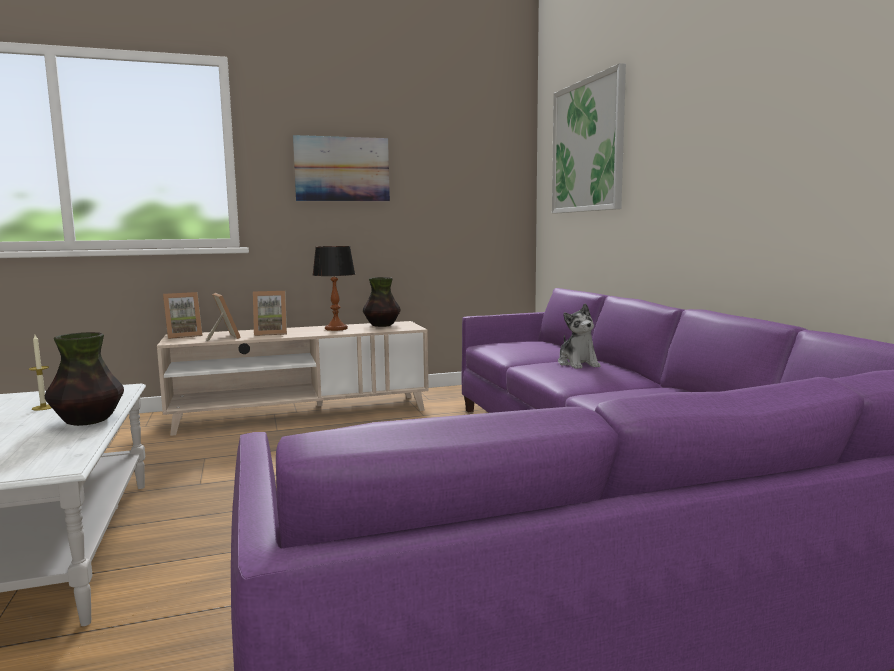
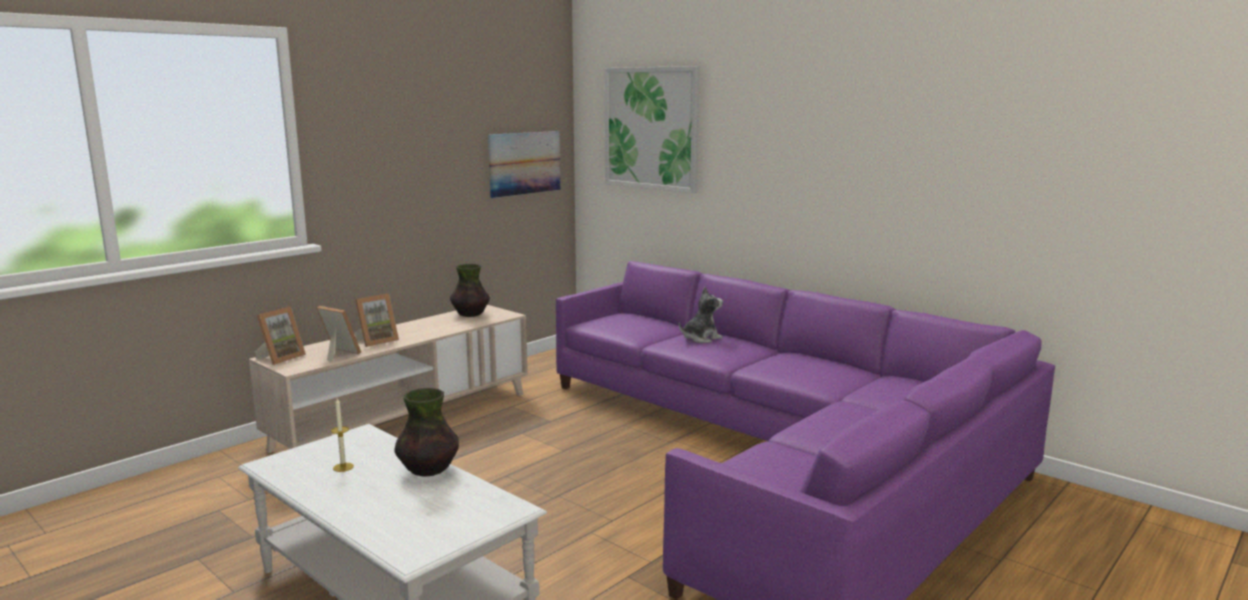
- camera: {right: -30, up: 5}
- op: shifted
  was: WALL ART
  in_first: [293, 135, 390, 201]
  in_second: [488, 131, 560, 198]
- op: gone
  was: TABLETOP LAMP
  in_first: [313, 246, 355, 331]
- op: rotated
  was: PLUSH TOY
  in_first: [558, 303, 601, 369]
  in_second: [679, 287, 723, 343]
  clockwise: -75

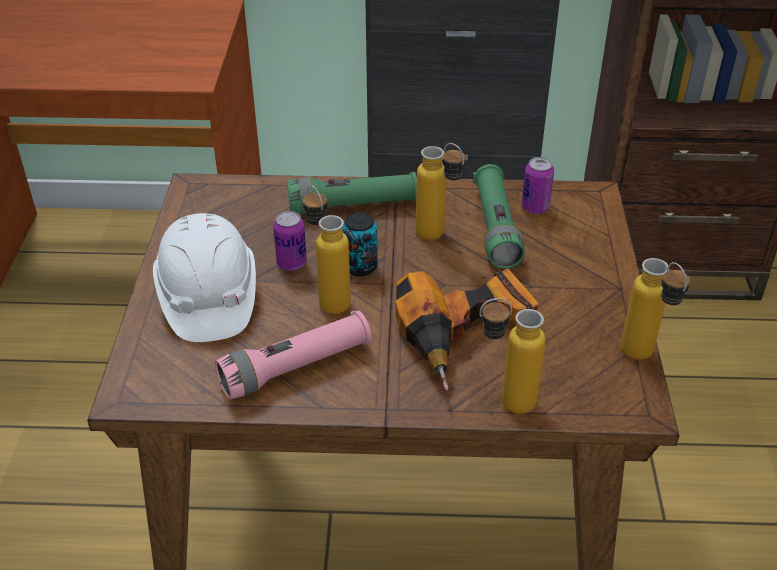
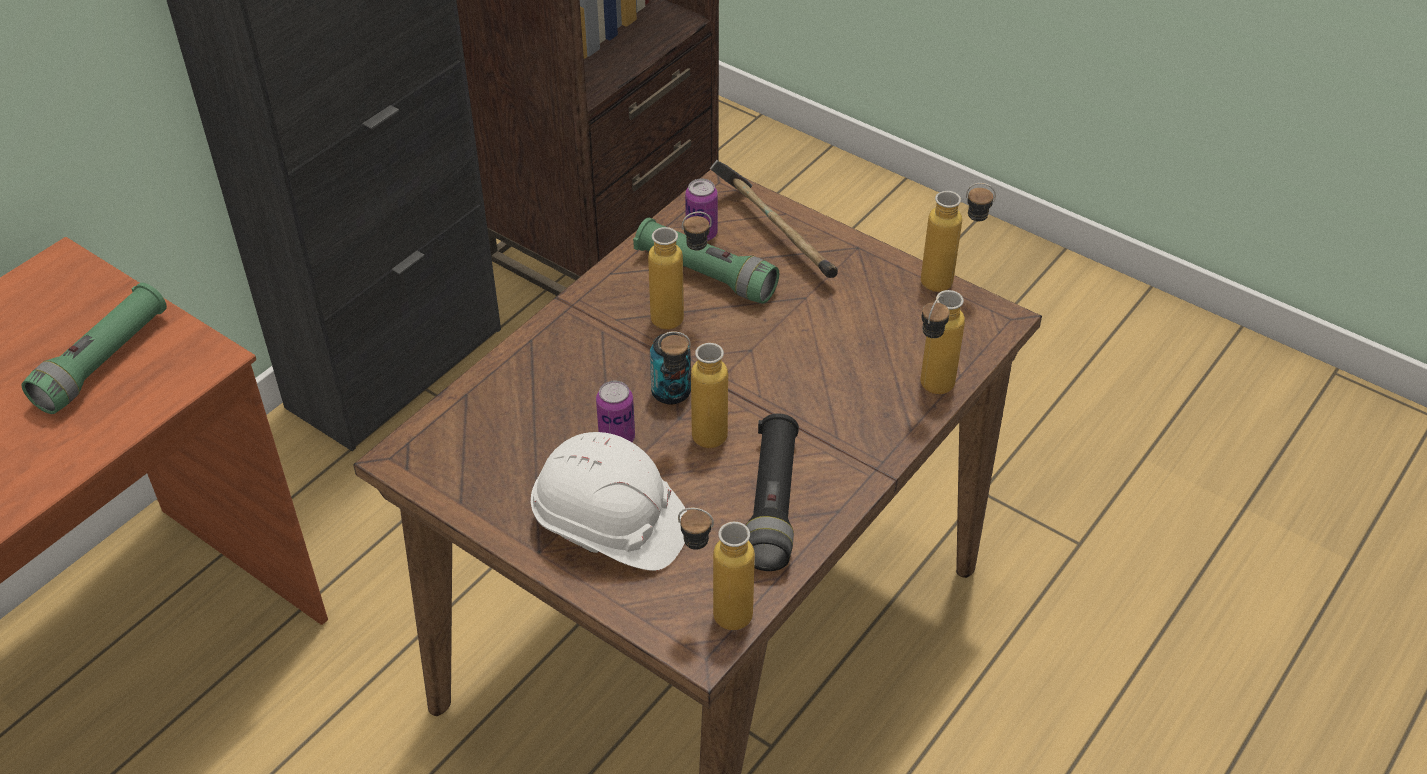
- camera: {right: -55, up: 5}
- op: shifted
  was: GREEN TORCH
  in_first: [287, 172, 417, 214]
  in_second: [21, 283, 167, 414]
- op: gone
  was: DRILL
  in_first: [395, 268, 539, 391]
- op: repainted
  was: PINK TORCH
  now: BLACKISH TORCH
  in_first: [215, 311, 372, 399]
  in_second: [746, 413, 799, 571]
- op: new
  now: HAMMER
  in_second: [710, 160, 838, 278]
- op: new
  now: BOTTLE
  in_second: [678, 508, 755, 630]

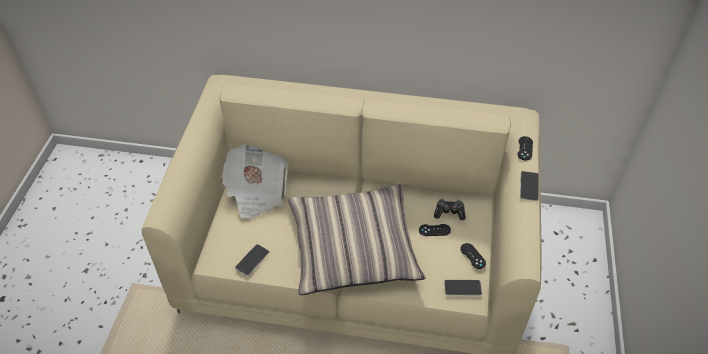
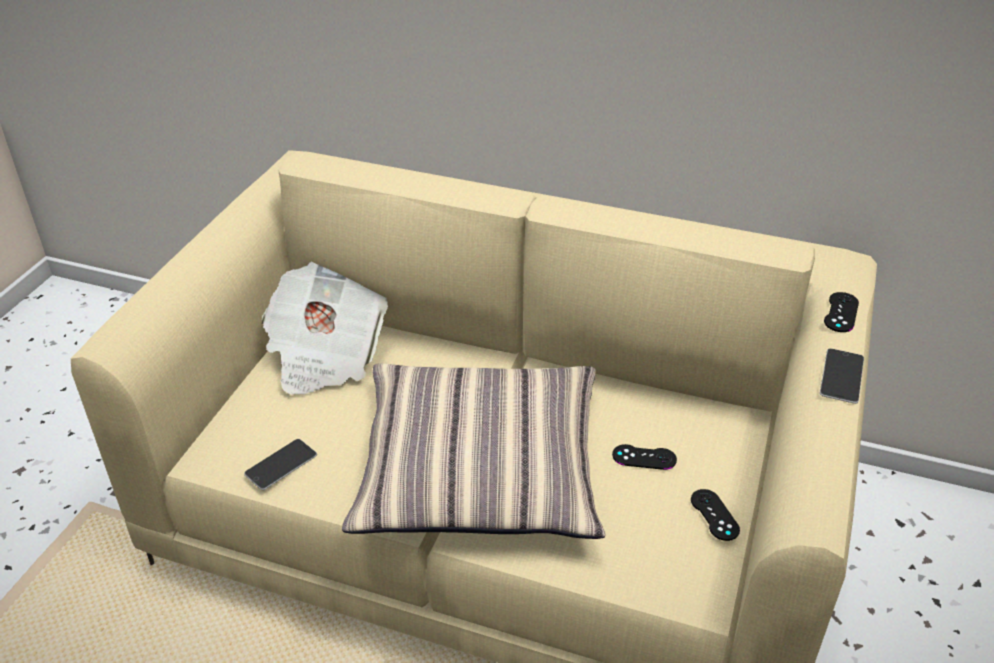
- camera: {right: 10, up: -10}
- op: gone
  was: JOYPAD
  in_first: [434, 199, 466, 220]
- op: gone
  was: HANDSET
  in_first: [444, 280, 482, 295]

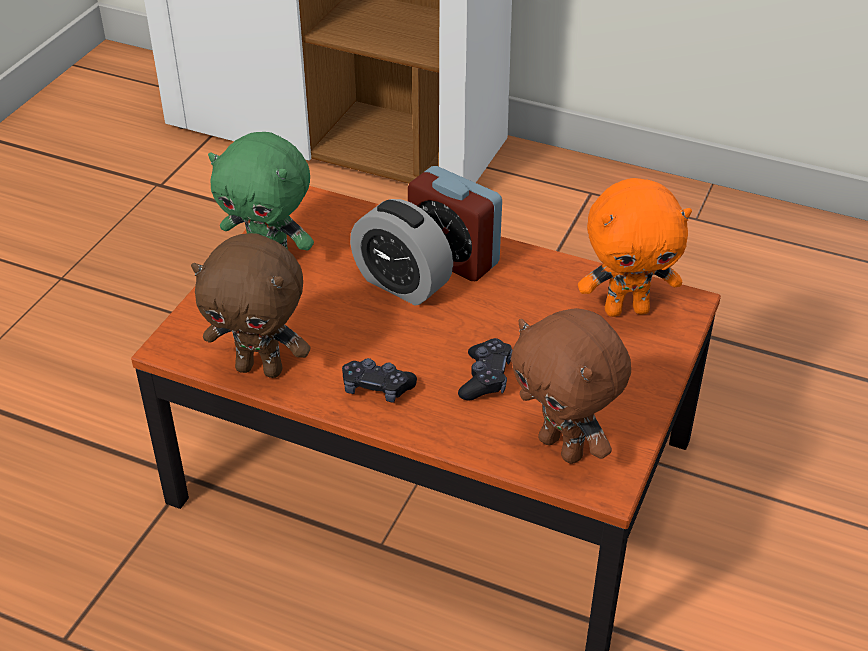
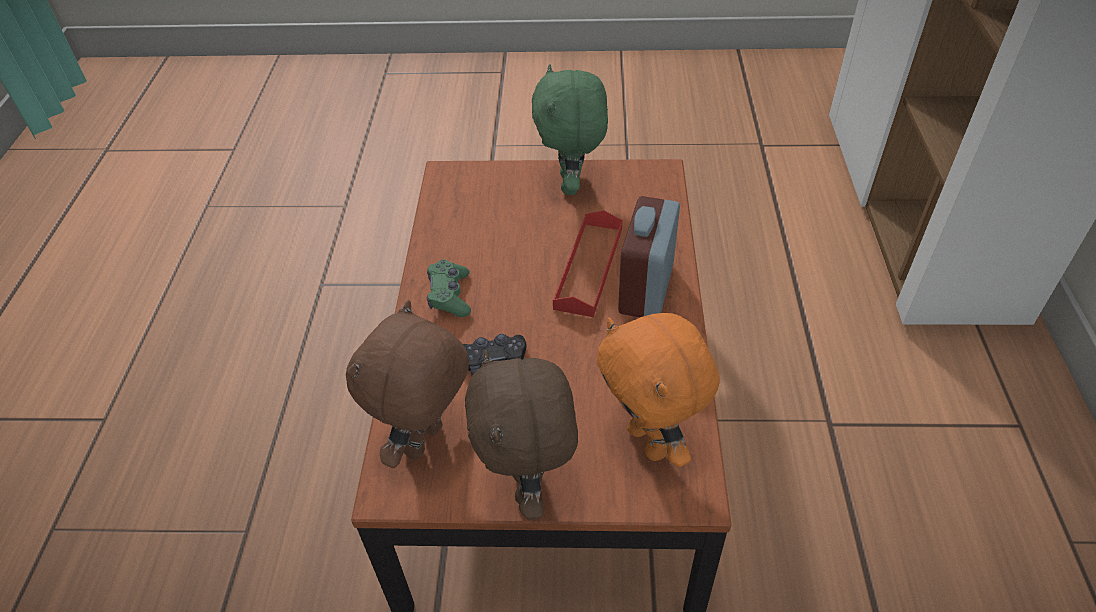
- camera: {right: 70, up: 5}
- op: swapped
  was: TABLE CLOCK
  now: REDDISH CARRYING TRAY
  in_first: [350, 199, 453, 306]
  in_second: [553, 210, 622, 317]
- op: shifted
  was: BROWN-COLOURED PLUSH TOY
  in_first: [191, 233, 311, 378]
  in_second: [465, 350, 578, 520]
- op: repainted
  was: BLACKISH JOYPAD
  now: GREEN JOYPAD
  in_first: [342, 358, 417, 403]
  in_second: [427, 259, 471, 317]

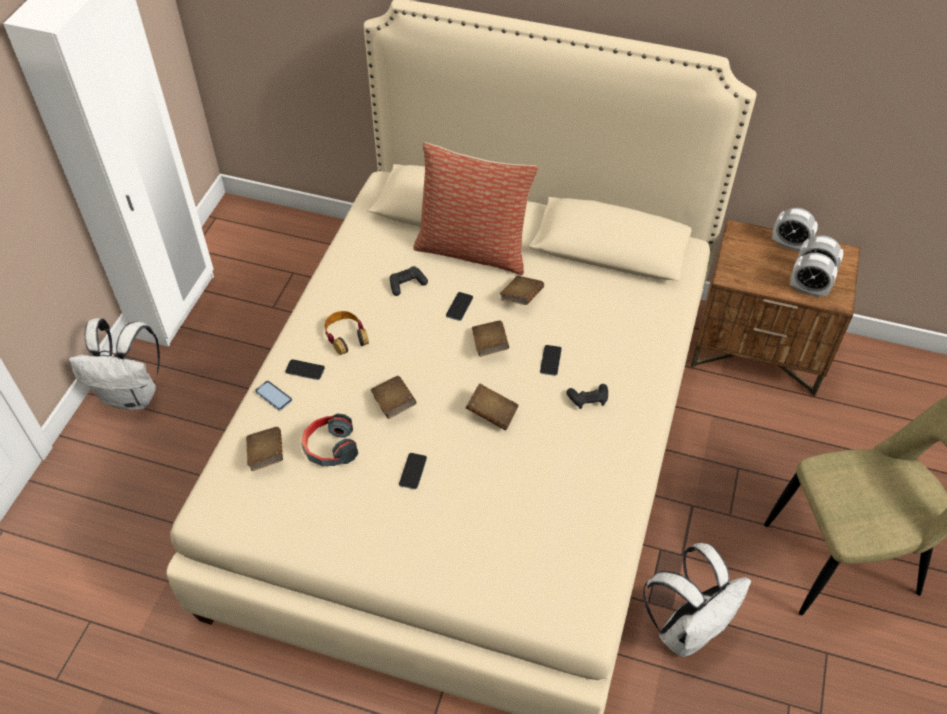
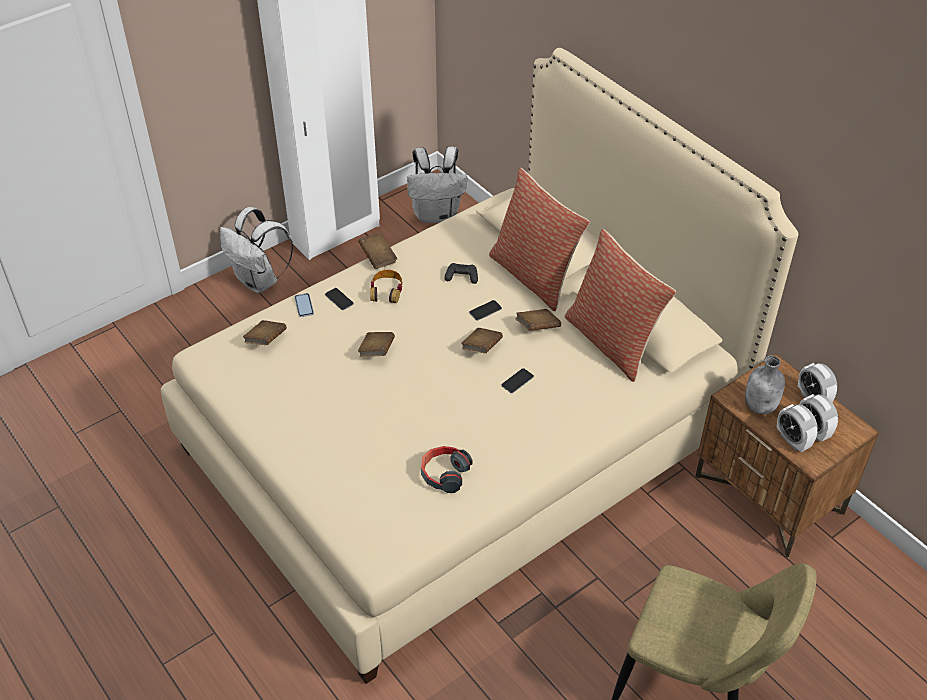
- camera: {right: 35, up: -5}
- op: shifted
  was: BROWN-COLOURED VOLUME
  in_first: [466, 383, 519, 430]
  in_second: [358, 232, 397, 269]
- op: gone
  was: BLACKISH JOYPAD
  in_first: [566, 384, 608, 409]
- op: shifted
  was: HEADPHONES
  in_first: [301, 413, 358, 466]
  in_second: [421, 446, 473, 493]
- op: gone
  was: HANDSET
  in_first: [399, 453, 427, 489]
- op: shifted
  was: WHITE-COLOURED RUCKSACK
  in_first: [643, 543, 751, 657]
  in_second: [407, 147, 467, 223]
- op: new
  now: CUSHION
  in_second: [565, 229, 676, 382]
- op: new
  now: GREY BOTTLE
  in_second: [745, 355, 785, 414]

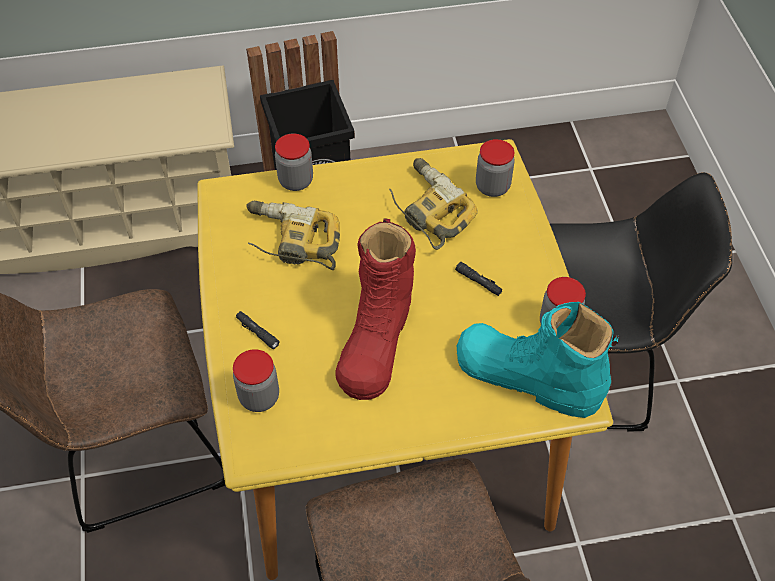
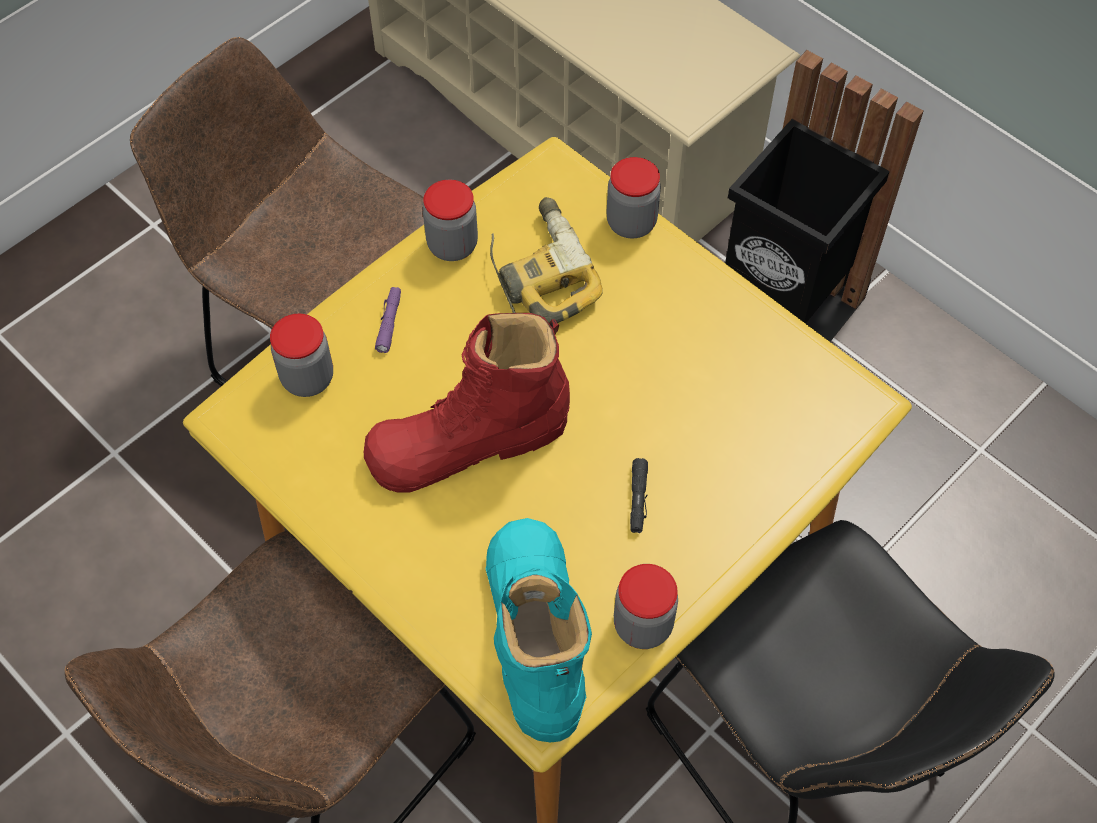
- camera: {right: 55, up: 5}
- op: shifted
  was: PRESERVE JAR
  in_first: [476, 139, 515, 197]
  in_second: [423, 180, 478, 261]
- op: gone
  was: DRILL
  in_first: [389, 158, 478, 250]
- op: repainted
  was: BLACKISH TORCH
  now: PURPLISH TORCH
  in_first: [236, 311, 280, 349]
  in_second: [375, 287, 401, 353]

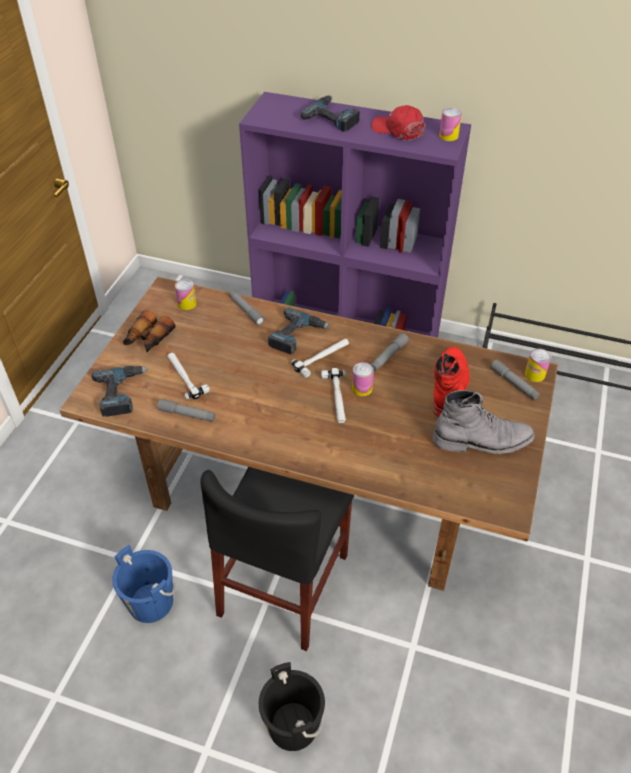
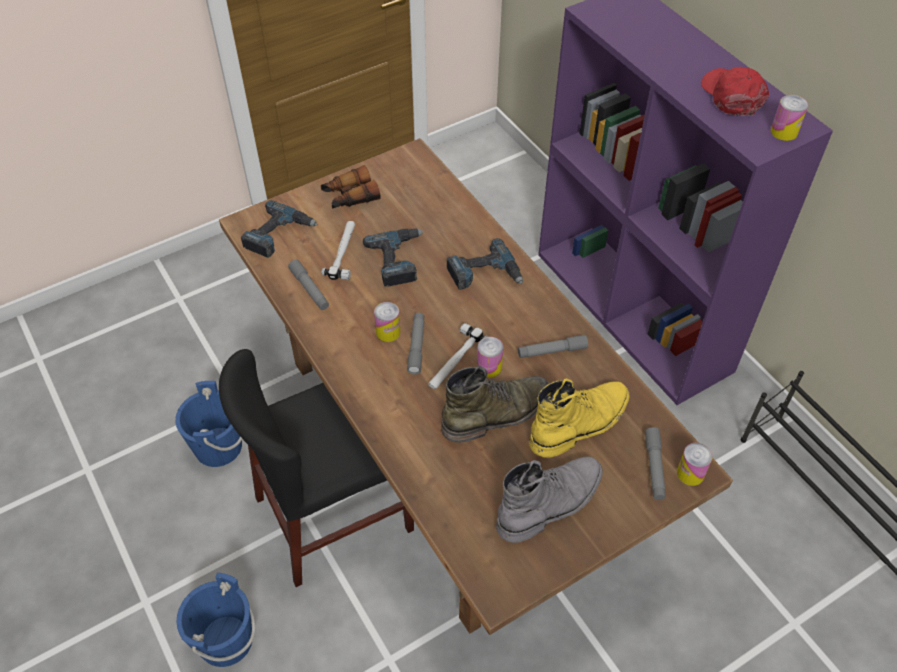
- camera: {right: 40, up: 5}
- op: shifted
  was: DRILL
  in_first: [300, 95, 360, 132]
  in_second: [363, 229, 424, 287]
- op: shifted
  was: METAL CAN
  in_first: [175, 279, 197, 310]
  in_second: [374, 302, 401, 342]
- op: shifted
  was: GREY TORCH
  in_first: [229, 291, 265, 326]
  in_second: [407, 313, 424, 375]
- op: gone
  was: HAMMER
  in_first: [291, 339, 349, 378]
- op: repainted
  was: REDDISH TALL BOOT
  now: YELLOWISH TALL BOOT
  in_first: [433, 347, 470, 417]
  in_second: [529, 378, 630, 458]
- op: rotated
  was: GREY TALL BOOT
  in_first: [433, 390, 535, 454]
  in_second: [496, 457, 603, 543]
  clockwise: -75
- op: repainted
  was: BLACKISH WATER BUCKET
  now: BLUISH WATER BUCKET
  in_first: [259, 662, 325, 751]
  in_second: [177, 573, 256, 667]
- op: new
  now: GREEN TALL BOOT
  in_second: [441, 366, 549, 443]

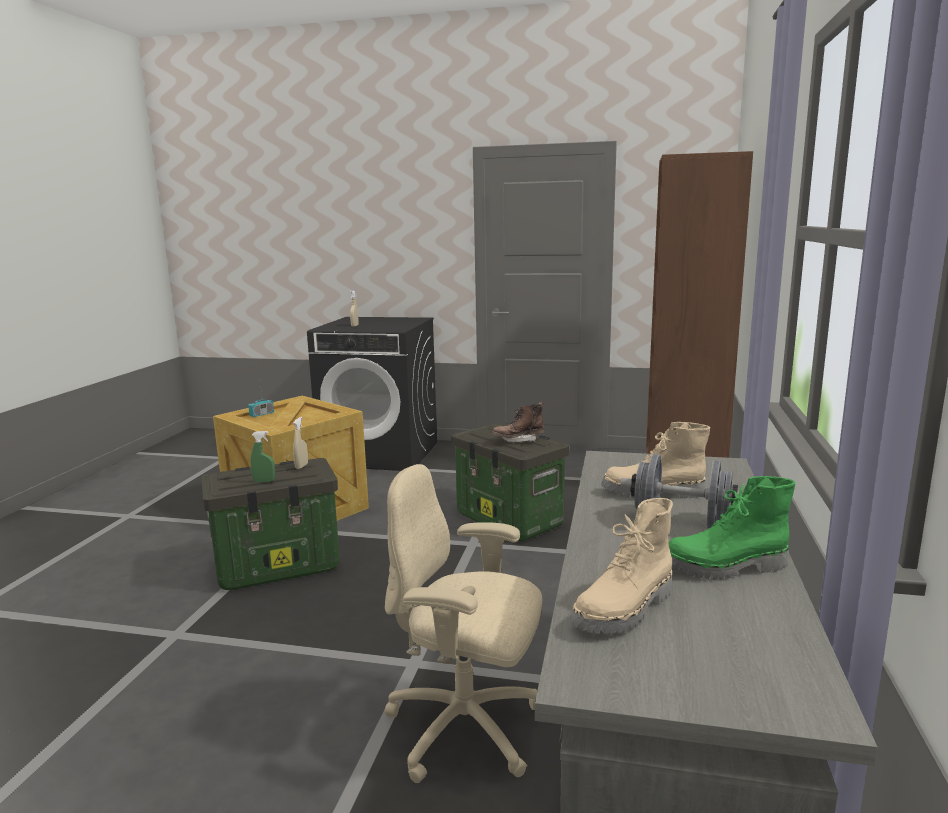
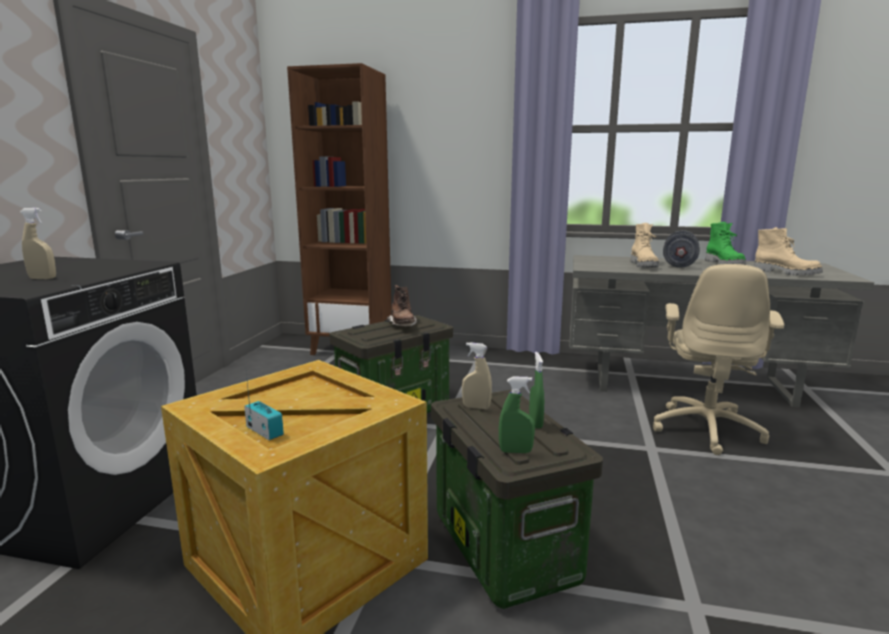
- camera: {right: -90, up: 0}
- op: new
  now: GREEN HAND SPRAYER
  in_second: [499, 377, 535, 453]

